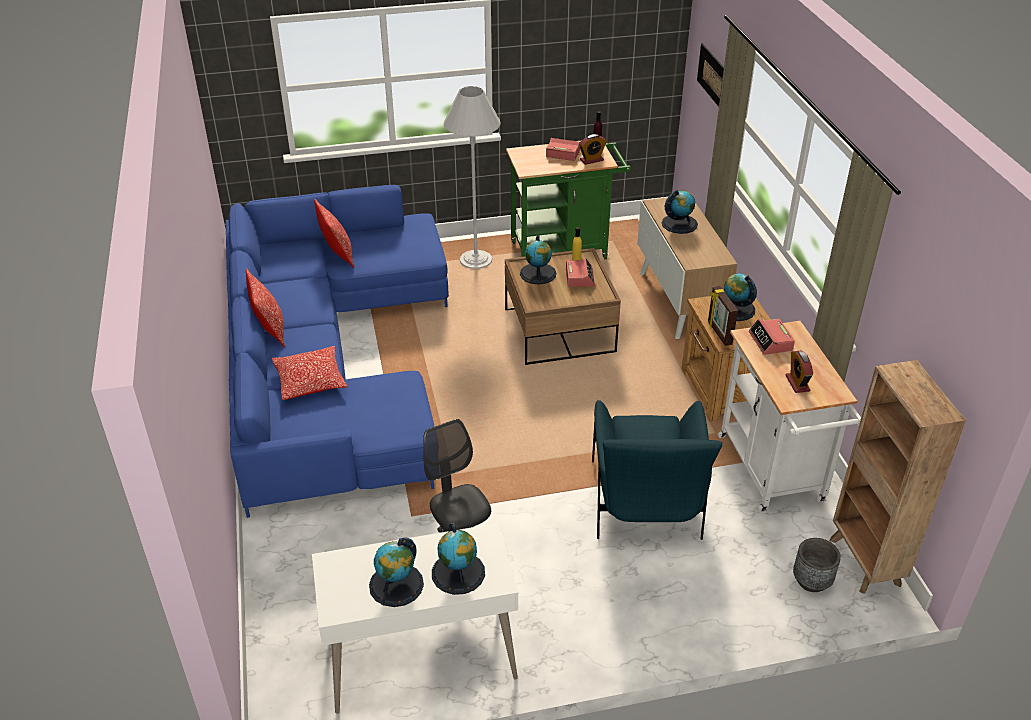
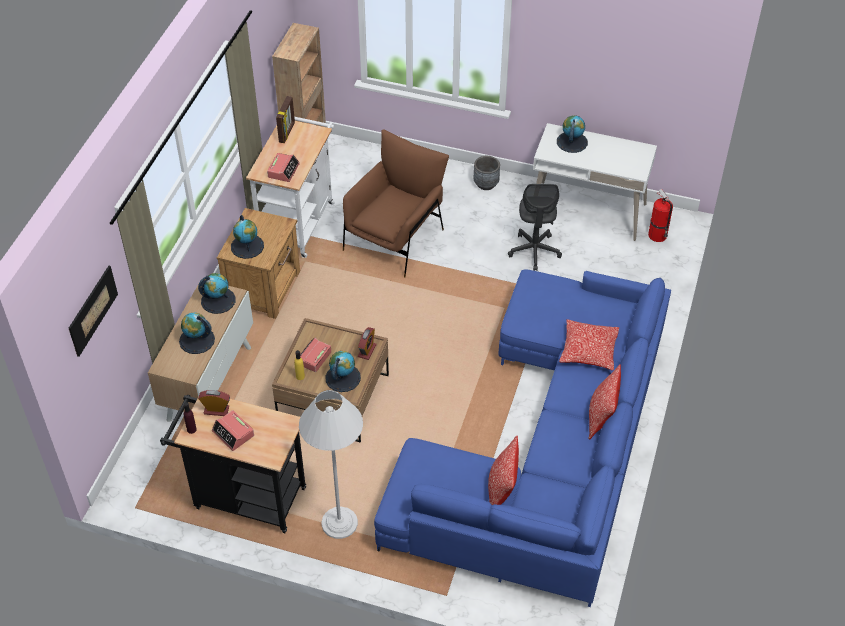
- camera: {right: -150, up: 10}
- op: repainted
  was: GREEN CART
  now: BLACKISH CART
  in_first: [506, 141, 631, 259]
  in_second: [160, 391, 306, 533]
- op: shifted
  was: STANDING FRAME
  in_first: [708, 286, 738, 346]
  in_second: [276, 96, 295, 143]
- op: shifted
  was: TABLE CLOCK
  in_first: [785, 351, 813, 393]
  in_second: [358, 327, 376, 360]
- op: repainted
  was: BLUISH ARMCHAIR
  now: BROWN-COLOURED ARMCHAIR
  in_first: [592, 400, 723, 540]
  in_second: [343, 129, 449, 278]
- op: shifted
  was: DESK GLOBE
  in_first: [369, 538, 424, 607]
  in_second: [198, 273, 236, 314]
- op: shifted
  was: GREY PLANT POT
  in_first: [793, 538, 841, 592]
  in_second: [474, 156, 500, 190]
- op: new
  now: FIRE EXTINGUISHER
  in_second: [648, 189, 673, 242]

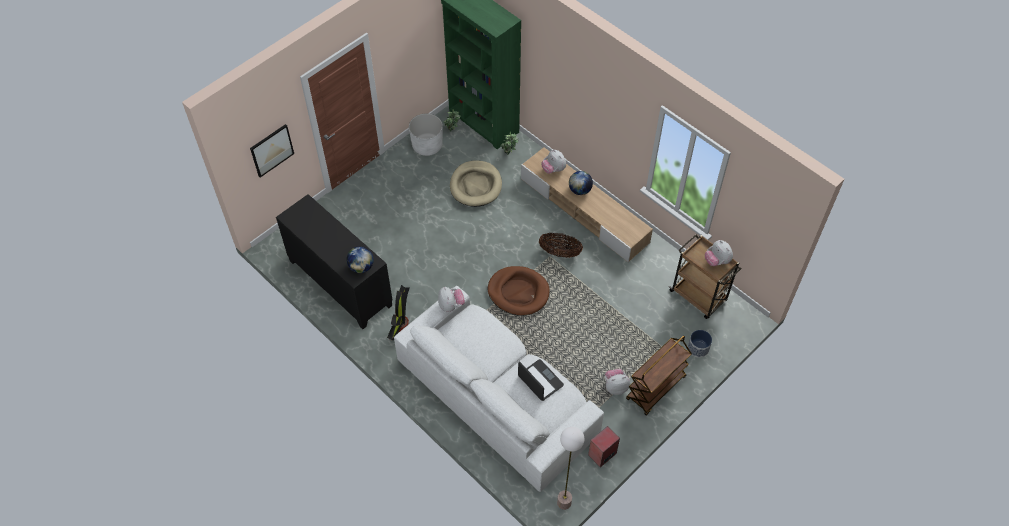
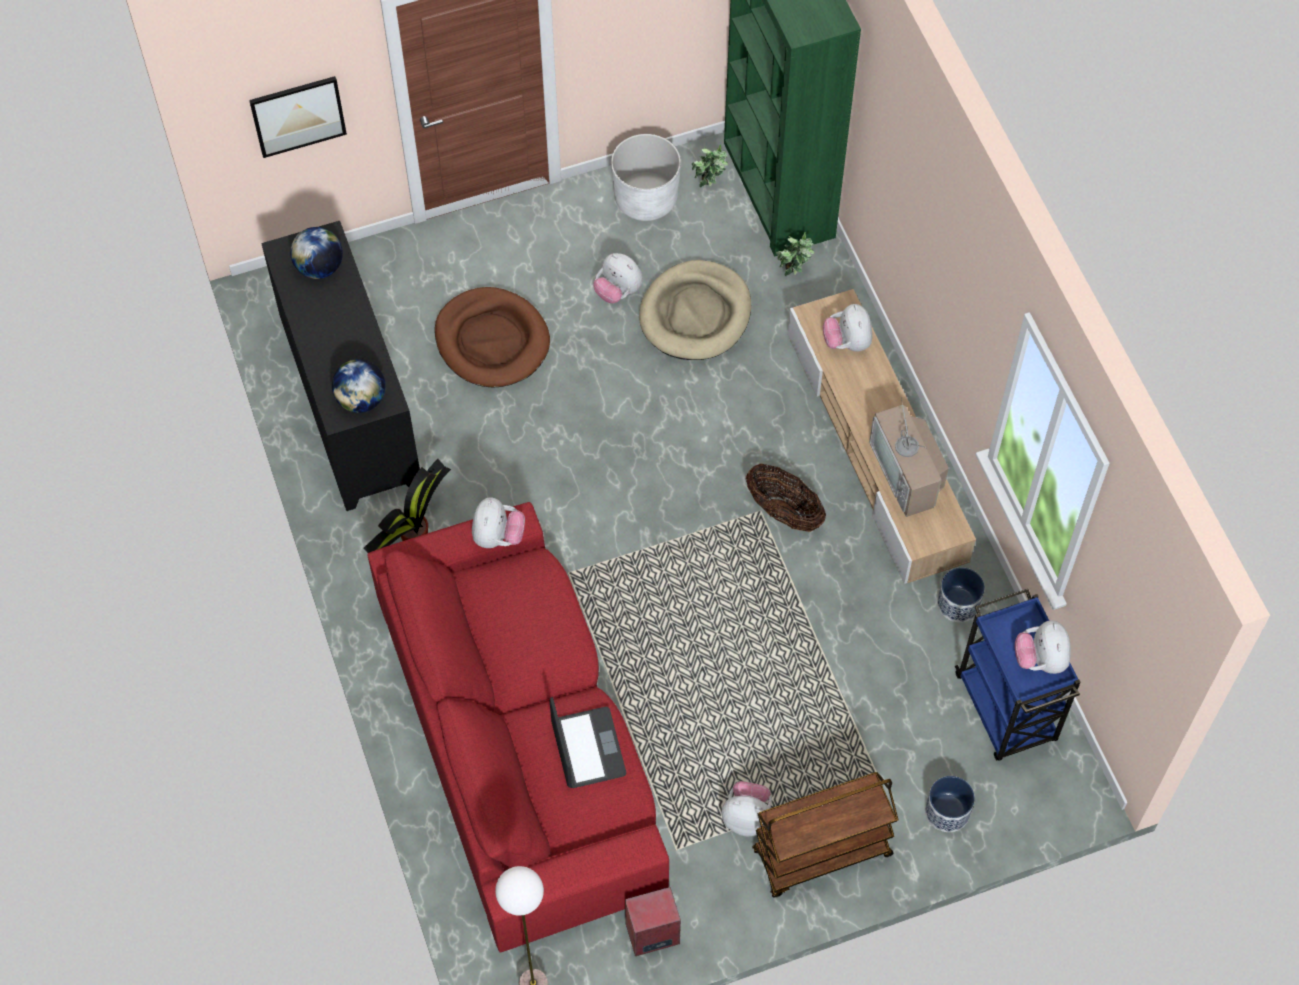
- camera: {right: 25, up: 5}
- op: shifted
  was: DESK GLOBE
  in_first: [569, 171, 593, 195]
  in_second: [290, 227, 343, 279]
- op: repainted
  was: BROWN-COLOURED CART
  now: BLUISH CART
  in_first: [669, 235, 742, 319]
  in_second: [955, 589, 1081, 761]
- op: shifted
  was: BROWN-COLOURED PET BED
  in_first: [488, 266, 550, 315]
  in_second: [435, 287, 550, 387]
- op: repainted
  was: WHITE-COLOURED COUCH
  now: REDDISH COUCH
  in_first: [394, 286, 604, 492]
  in_second: [367, 502, 669, 953]
- op: new
  now: PLUSH TOY
  in_second: [593, 253, 643, 303]
- op: new
  now: TELEVISION
  in_second: [869, 397, 949, 517]
- op: new
  now: PLANT POT
  in_second: [937, 567, 985, 622]

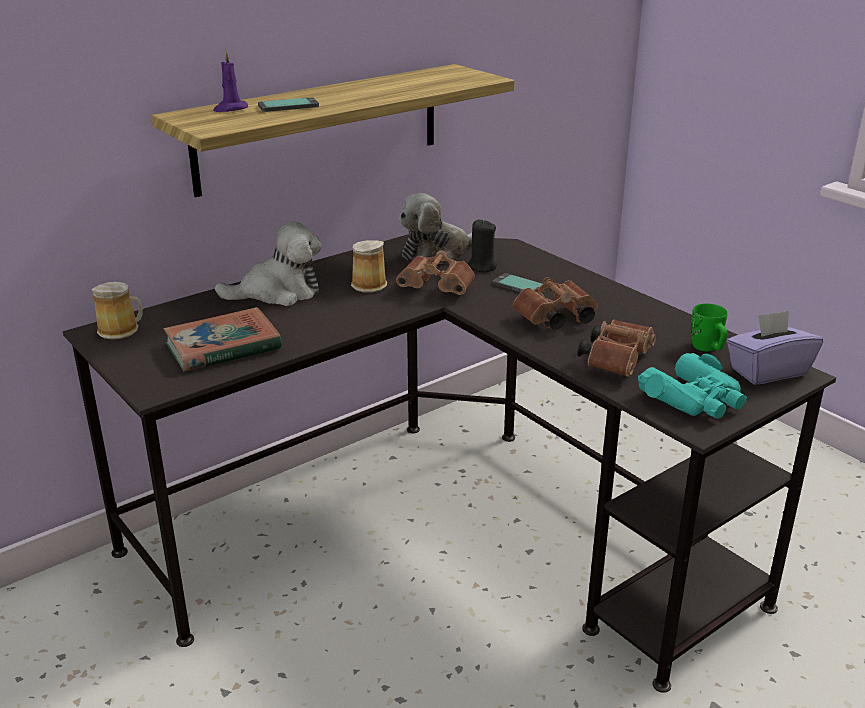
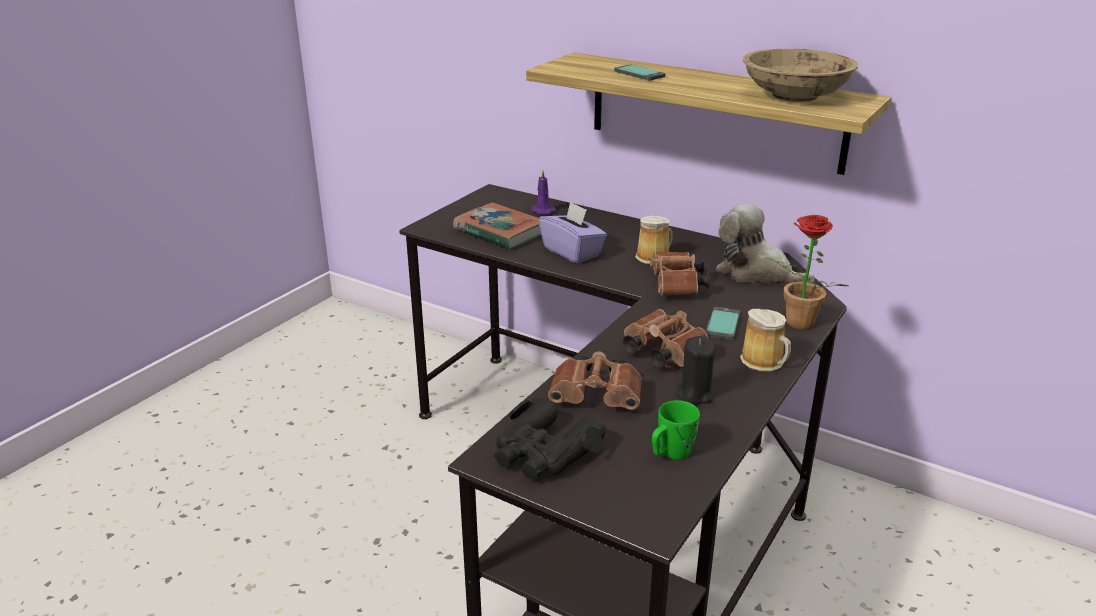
- camera: {right: 70, up: 0}
- op: shifted
  was: PURPLISH WAX LIGHT
  in_first: [213, 51, 248, 112]
  in_second: [531, 170, 555, 215]
- op: shifted
  was: BLACKISH WAX LIGHT
  in_first: [468, 220, 497, 272]
  in_second: [677, 336, 715, 405]
- op: gone
  was: PLUSH TOY
  in_first: [215, 222, 322, 306]
- op: shifted
  was: MUG
  in_first: [92, 282, 143, 340]
  in_second: [740, 309, 791, 372]
- op: shifted
  was: PURPLISH BOX OF TISSUES
  in_first: [726, 310, 823, 385]
  in_second: [539, 202, 607, 263]
- op: repainted
  was: TURQUOISE BINOCULARS
  now: BLACKISH BINOCULARS
  in_first: [638, 353, 747, 419]
  in_second: [494, 397, 607, 480]
- op: new
  now: BEIGE SERVING BOWL
  in_second: [743, 49, 858, 102]
- op: new
  now: POTTED PLANT
  in_second: [765, 215, 849, 329]

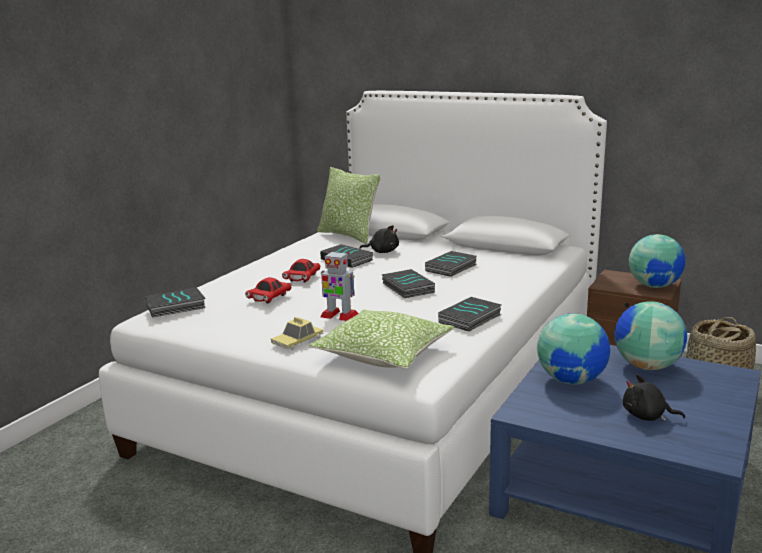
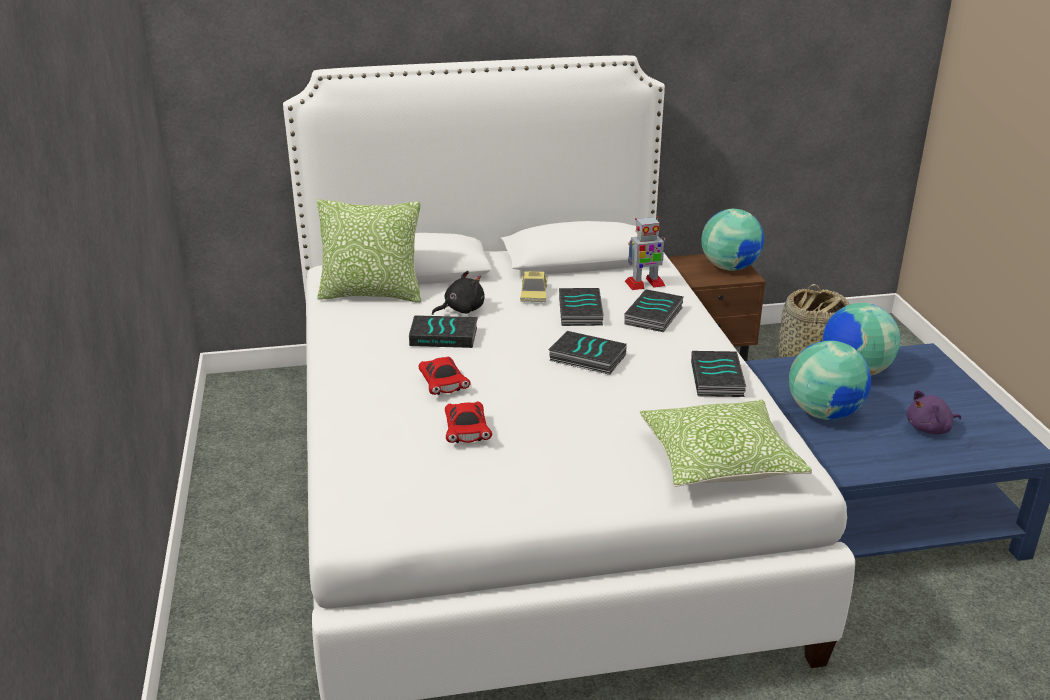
- camera: {right: -40, up: 10}
- op: shifted
  was: TOY ROBOT
  in_first: [320, 250, 359, 321]
  in_second: [625, 216, 665, 290]
- op: shifted
  was: VOLUME
  in_first: [145, 288, 206, 317]
  in_second: [624, 289, 684, 332]
- op: shifted
  was: MODEL CAR
  in_first: [271, 317, 324, 350]
  in_second: [520, 271, 547, 303]
- op: repainted
  was: BLACKISH PLUSH TOY
  now: PURPLISH PLUSH TOY
  in_first: [623, 374, 685, 421]
  in_second: [907, 390, 961, 435]

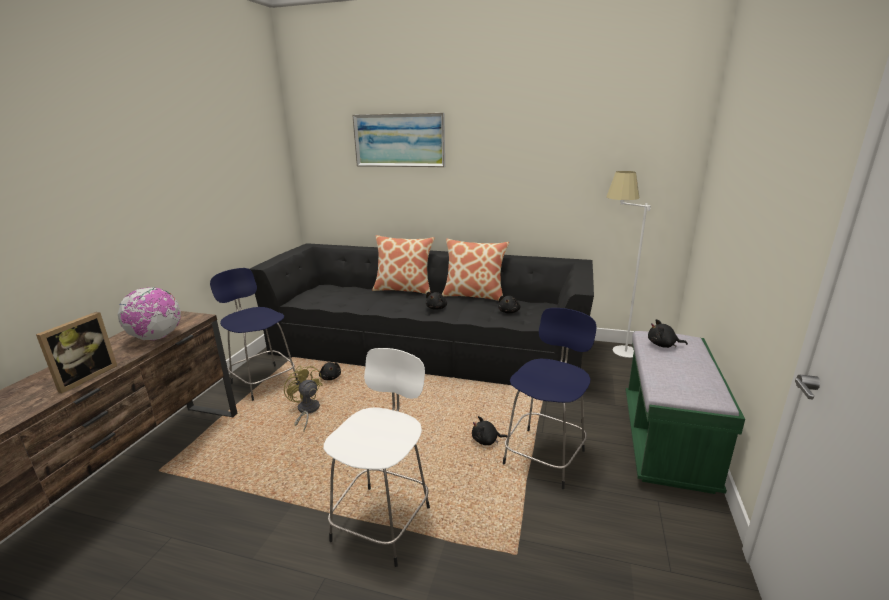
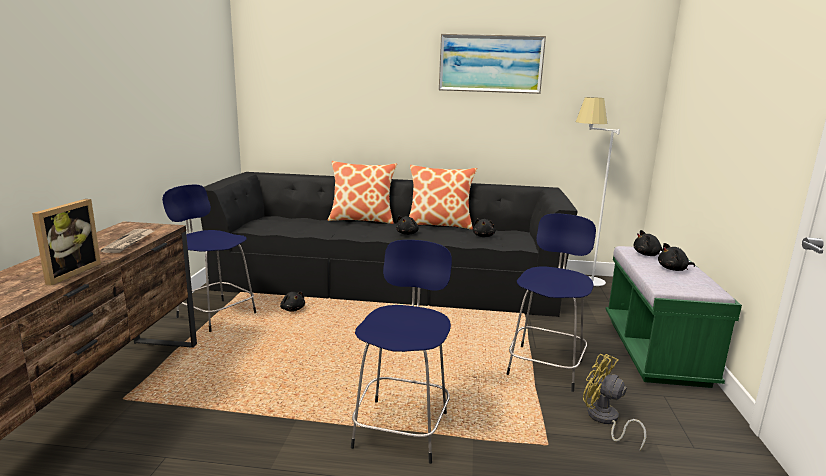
- camera: {right: -10, up: -5}
- op: shifted
  was: WALL ART
  in_first: [352, 113, 445, 167]
  in_second: [439, 34, 546, 94]
- op: swapped
  was: DESK GLOBE
  now: PRINTED PAPER
  in_first: [118, 287, 181, 340]
  in_second: [101, 229, 154, 253]
- op: repainted
  was: WHITE-COLOURED STOOL
  now: BLUISH STOOL
  in_first: [323, 348, 430, 567]
  in_second: [351, 240, 452, 464]
- op: shifted
  was: YELLOWISH FAN
  in_first: [284, 365, 323, 432]
  in_second: [583, 354, 646, 450]
- op: shifted
  was: BLACKISH PLUSH TOY
  in_first: [472, 416, 508, 445]
  in_second: [658, 243, 695, 271]

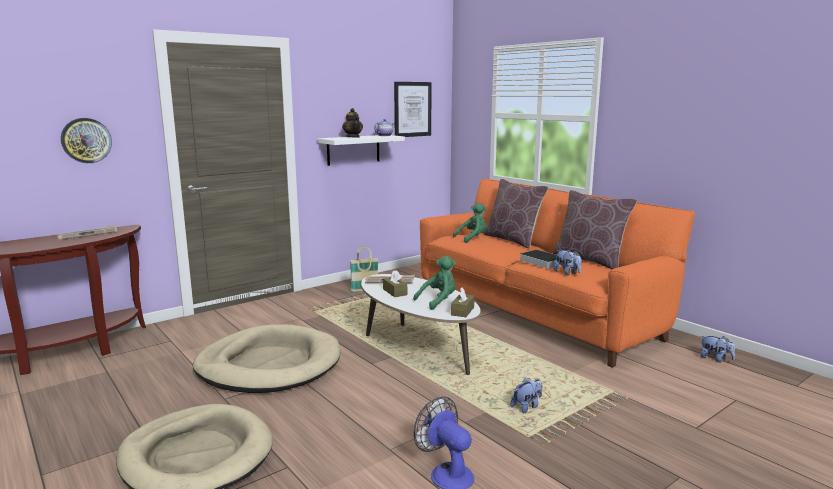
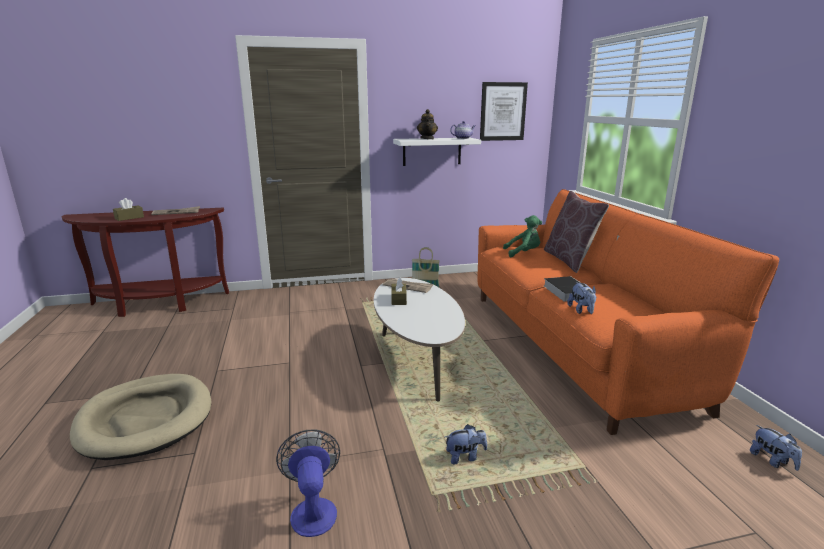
- camera: {right: 25, up: 5}
- op: gone
  was: HANGING CLOCK
  in_first: [61, 118, 112, 163]
- op: gone
  was: BROWN-COLOURED CUSHION
  in_first: [552, 190, 637, 269]
- op: gone
  was: GREEN PLUSH TOY
  in_first: [413, 256, 456, 310]
- op: shifted
  was: BROWN-COLOURED BOX OF TISSUES
  in_first: [451, 287, 475, 317]
  in_second: [113, 198, 144, 221]
- op: gone
  was: BEIGE PET BED
  in_first: [193, 324, 341, 393]

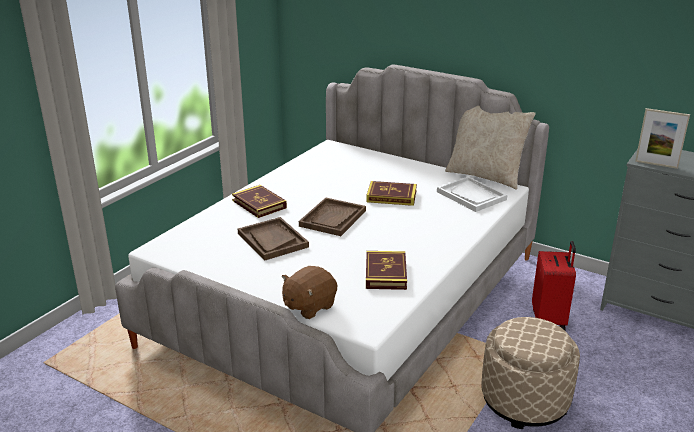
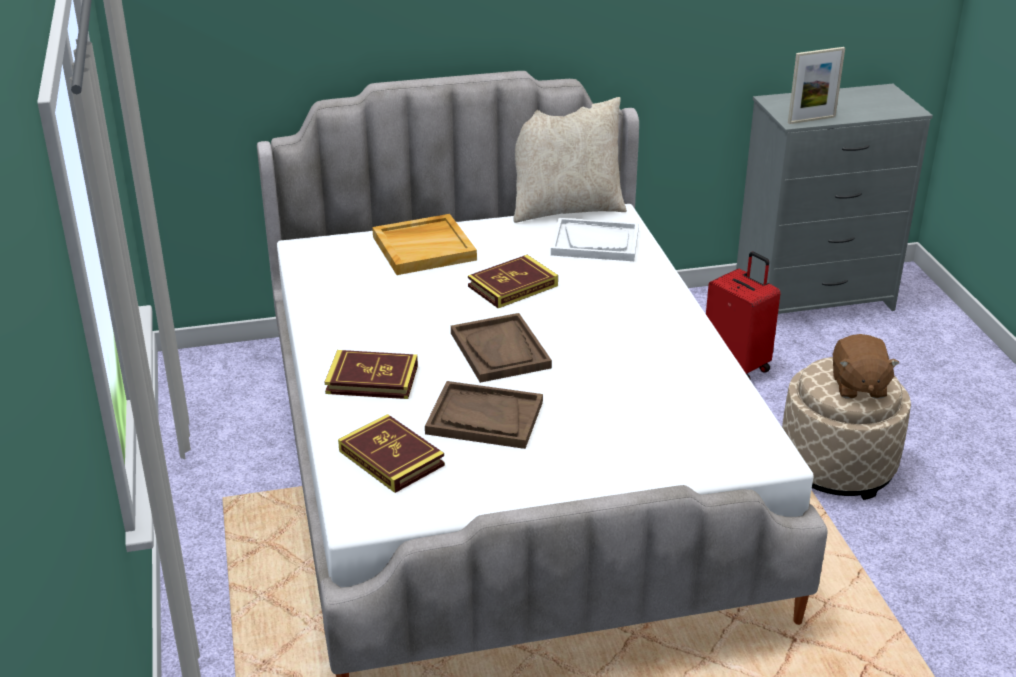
- camera: {right: -45, up: 5}
- op: shifted
  was: VOLUME
  in_first: [366, 251, 407, 290]
  in_second: [338, 414, 445, 493]
- op: shifted
  was: BROWN-COLOURED PLUSH TOY
  in_first: [282, 266, 337, 319]
  in_second: [833, 334, 899, 399]
- op: new
  now: BEIGE CARRYING TRAY
  in_second: [372, 214, 477, 275]

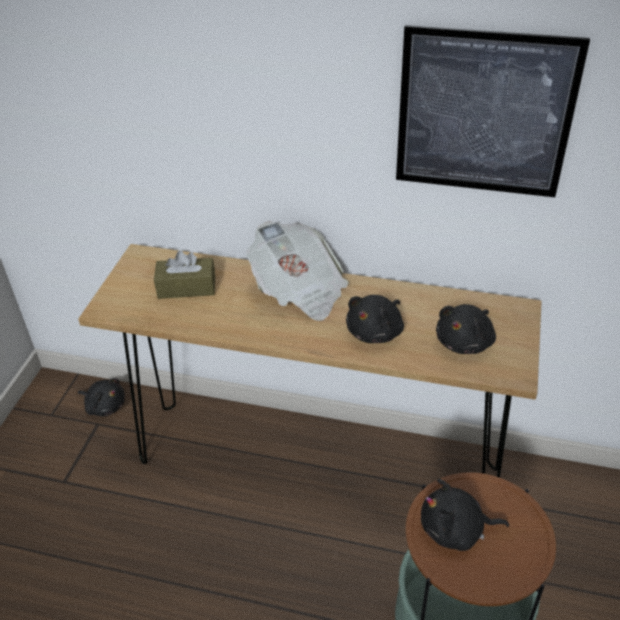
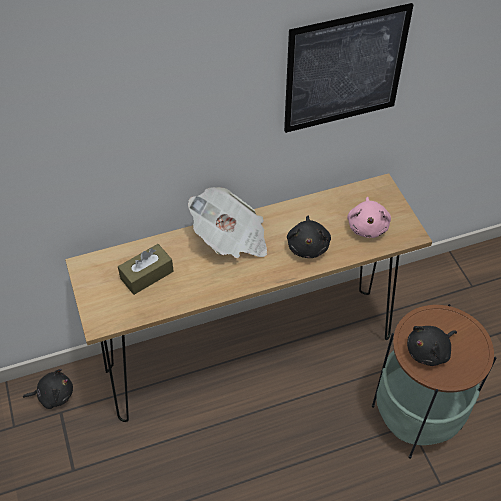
- camera: {right: -35, up: 10}
- op: repainted
  was: BLACKISH PLUSH TOY
  now: PINK PLUSH TOY
  in_first: [436, 304, 496, 354]
  in_second: [347, 197, 391, 238]

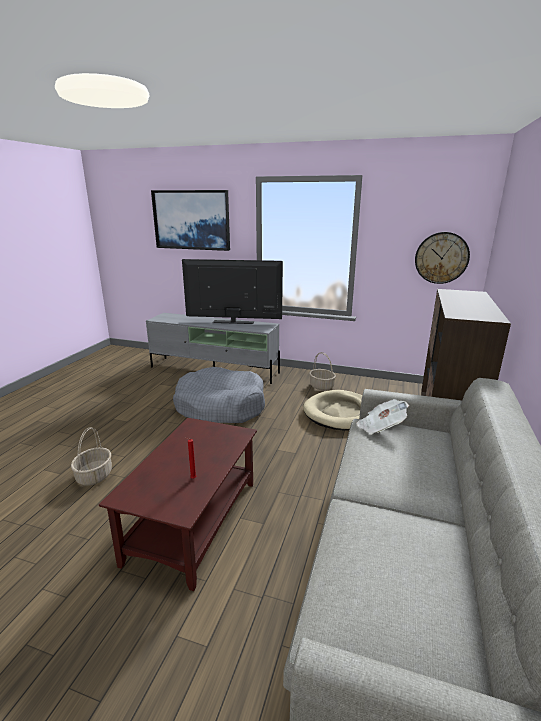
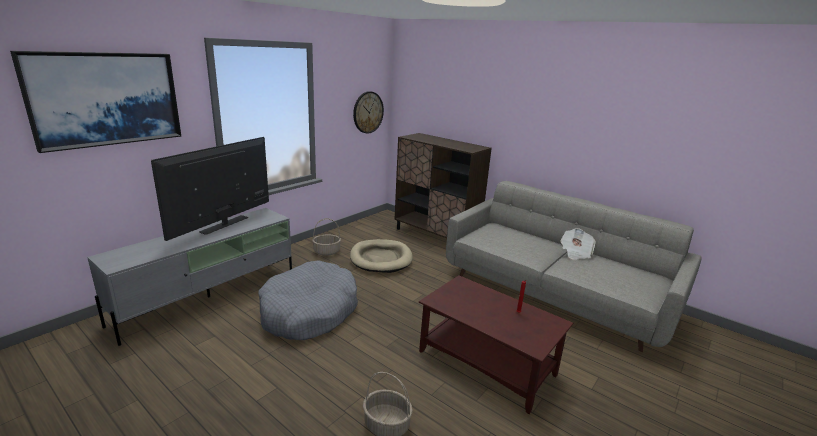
- camera: {right: -70, up: 0}
- op: shifted
  was: PRINTED PAPER
  in_first: [356, 399, 409, 435]
  in_second: [560, 228, 596, 260]

